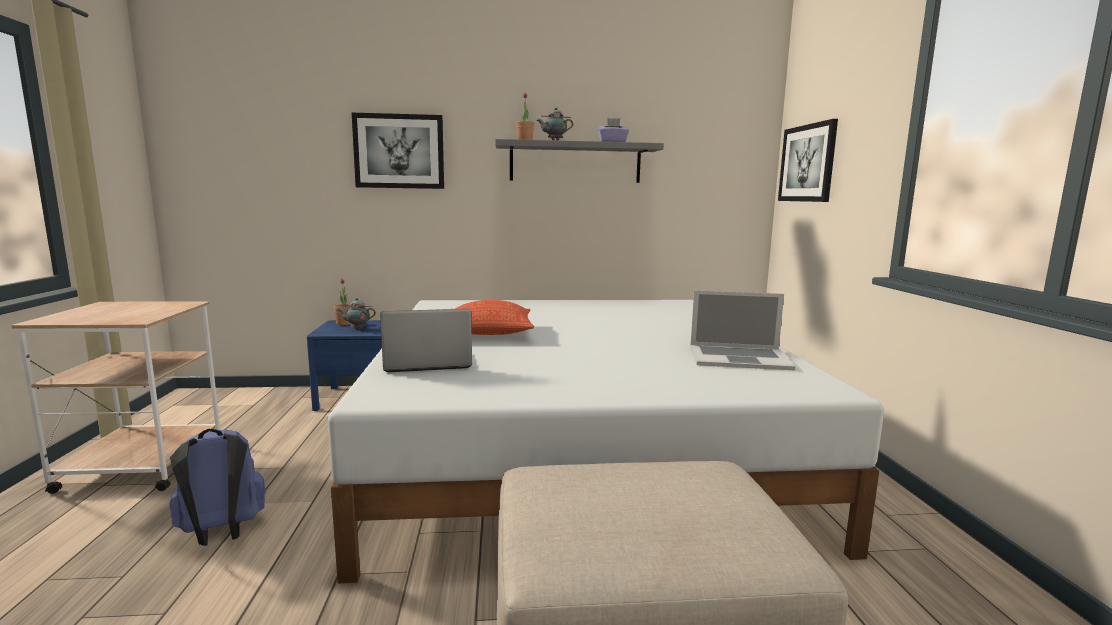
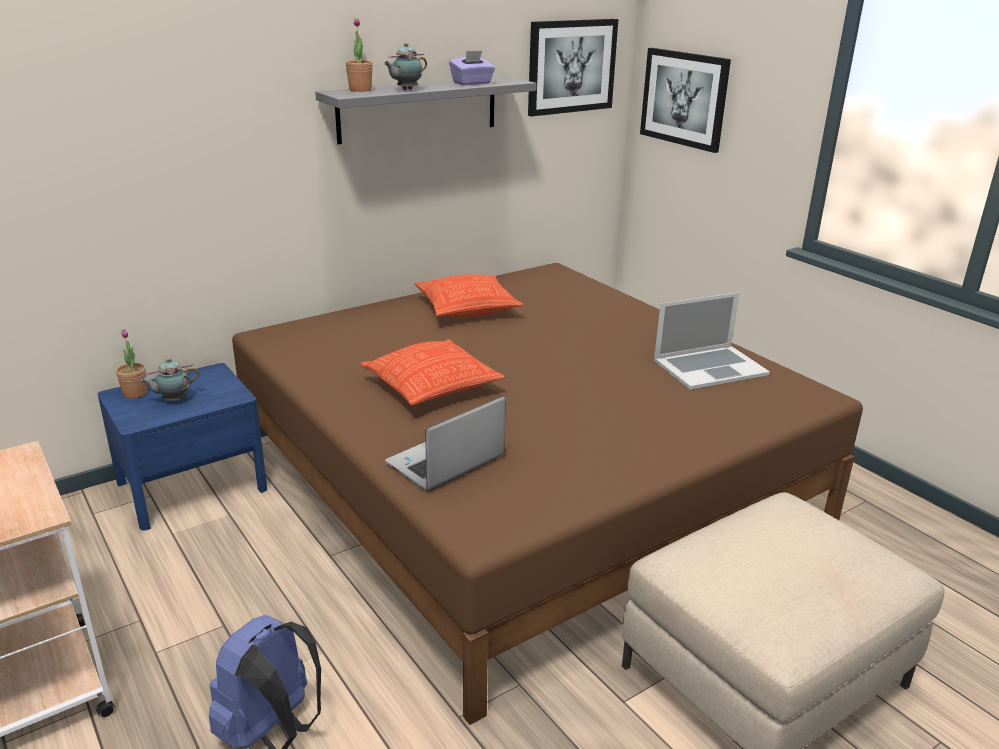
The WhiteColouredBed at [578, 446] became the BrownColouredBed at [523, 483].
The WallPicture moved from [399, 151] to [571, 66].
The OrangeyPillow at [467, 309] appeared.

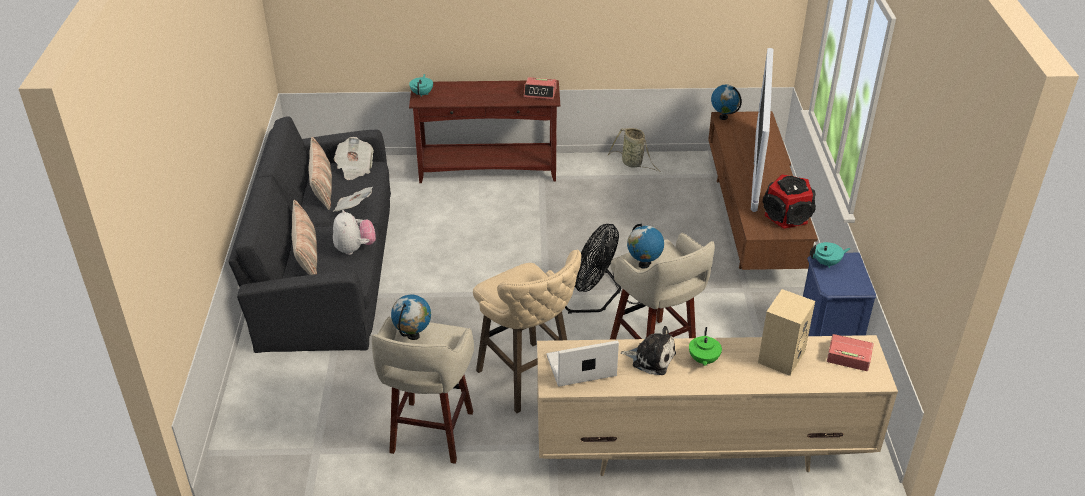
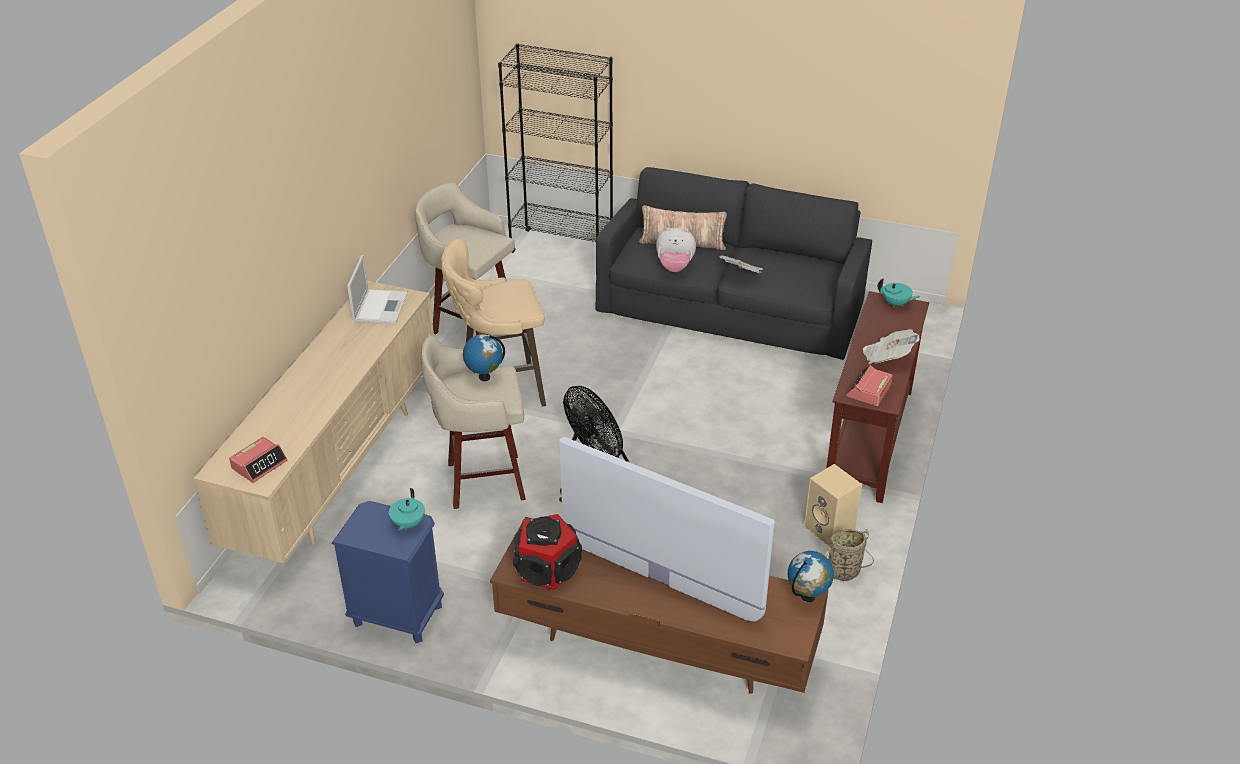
The Pillow at [322, 186] disappeared.
The DailyPaper moved from [354, 168] to [887, 357].
The DeskGlobe at [413, 336] disappeared.
The SoftToy at [651, 358] disappeared.
The GreenPotForTea at [703, 360] disappeared.
The SandColouredSpeaker moved from [780, 356] to [830, 530].
The BlackBookcase at [562, 248] appeared.

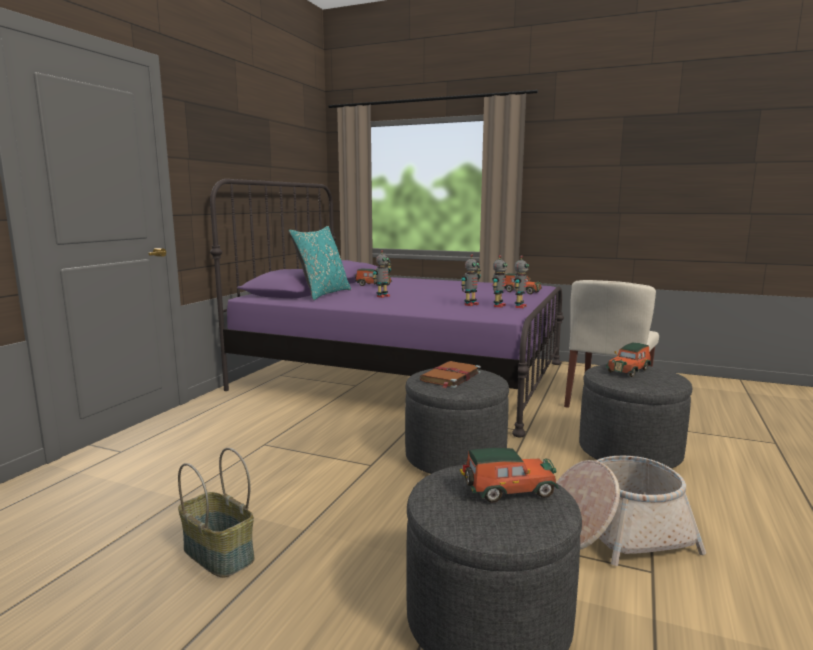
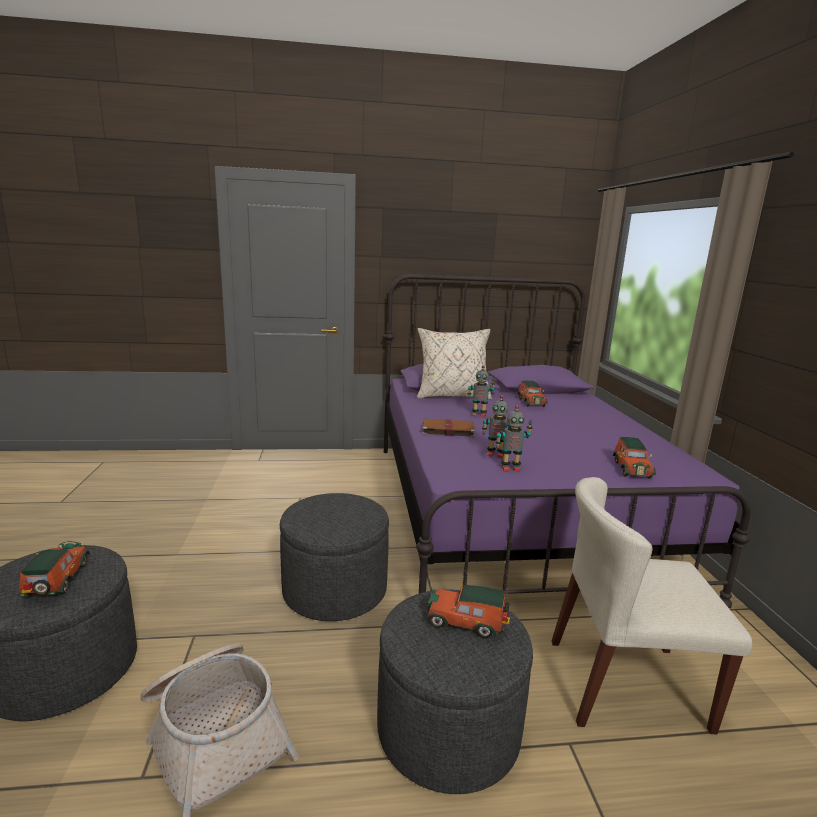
The HouseholdBasket at [217, 554] disappeared.
The TurquoisePillow at [322, 294] became the SandColouredPillow at [452, 396].
The BrownColouredVolume moved from [450, 377] to [447, 429].
The MiniatureCar at [507, 490] turned 150 degrees counterclockwise.
The ModelRobot at [519, 306] disappeared.

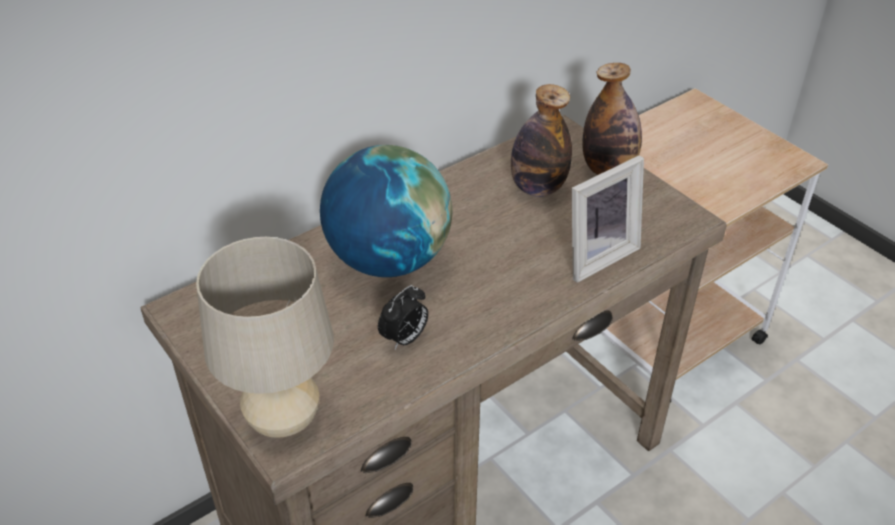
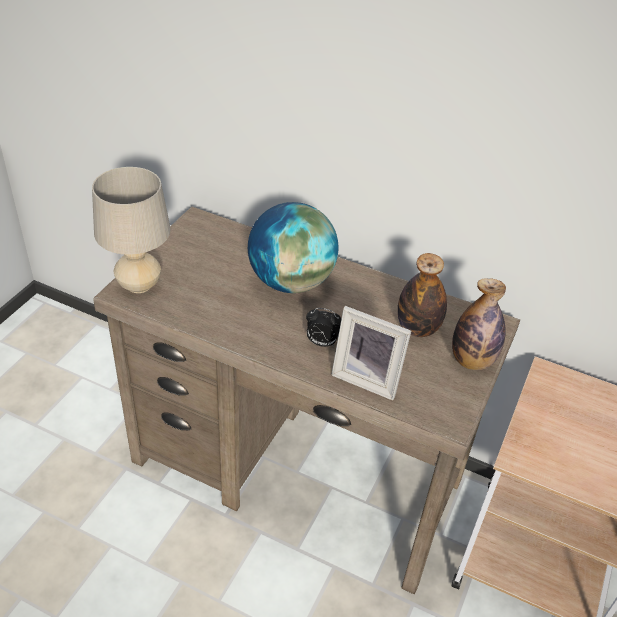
The BedsideClock moved from [404, 339] to [321, 343].

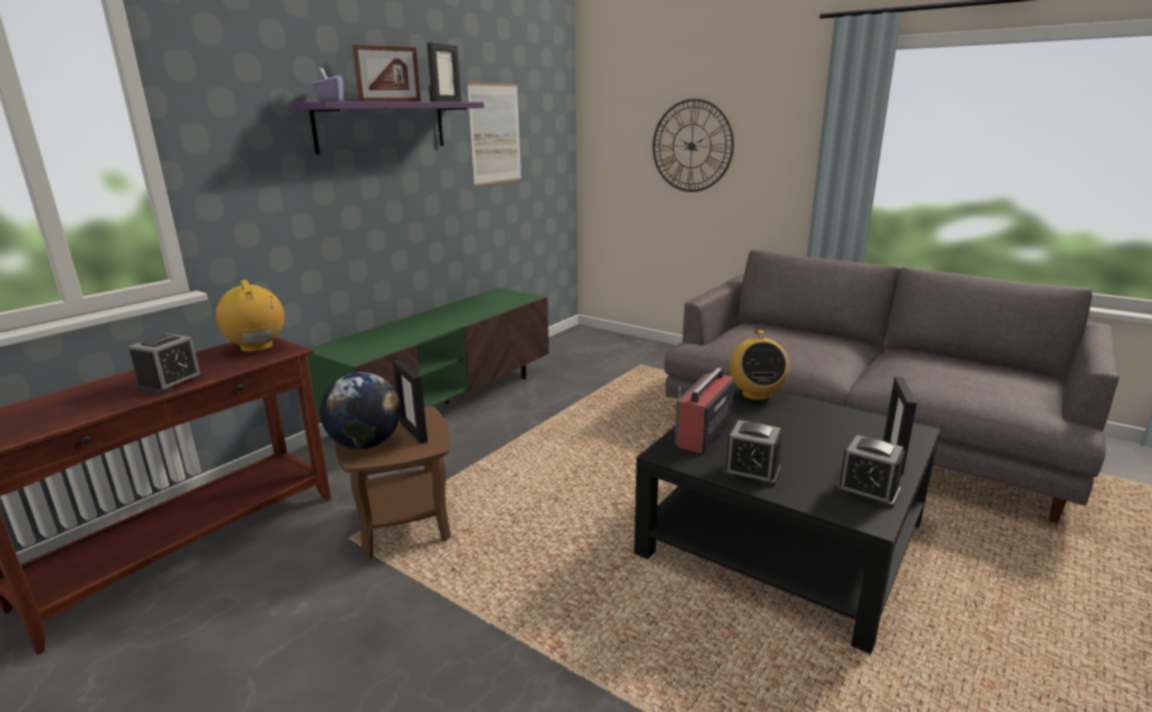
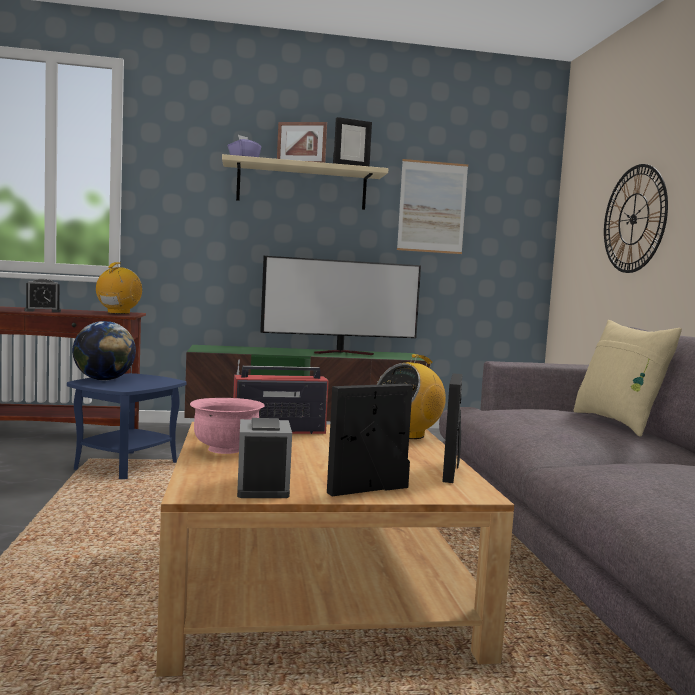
The PurpleBracketShelf at [382, 126] became the SandColouredBracketShelf at [302, 186].
The BrownColouredSideTable at [404, 523] became the BluishSideTable at [126, 465].
The PictureFrame moved from [414, 431] to [451, 471].
The BlackLoungeTable at [782, 538] became the SandColouredLoungeTable at [317, 590].
The BedsideClock at [751, 472] was replaced by the PinkishServingBowl at [226, 449].
The Television at [343, 353] appeared.
The SandColouredPillow at [617, 423] appeared.

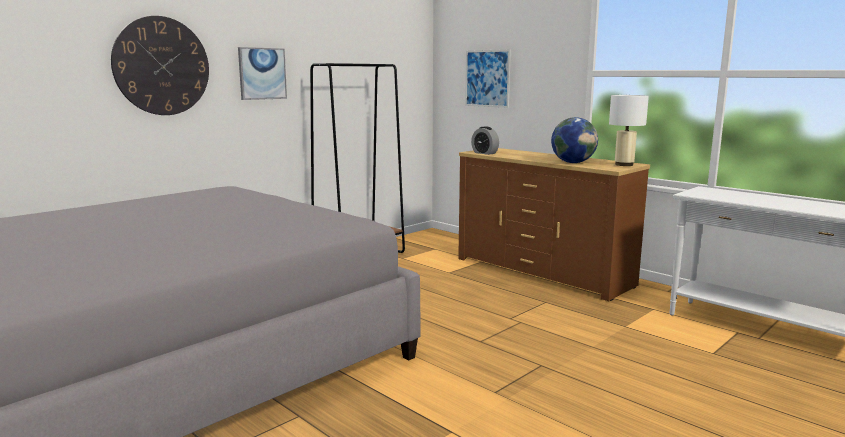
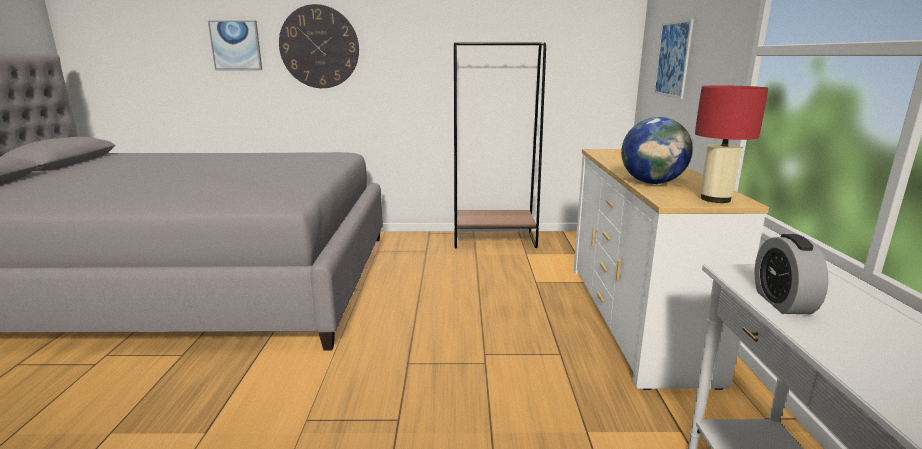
The WallPicture moved from [262, 73] to [236, 45].
The BrownColouredDresser at [542, 272] became the WhiteColouredDresser at [635, 318].
The BedsideClock moved from [484, 153] to [782, 302].
The WhiteColouredLampForATable at [624, 165] became the RedColouredLampForATable at [716, 199].

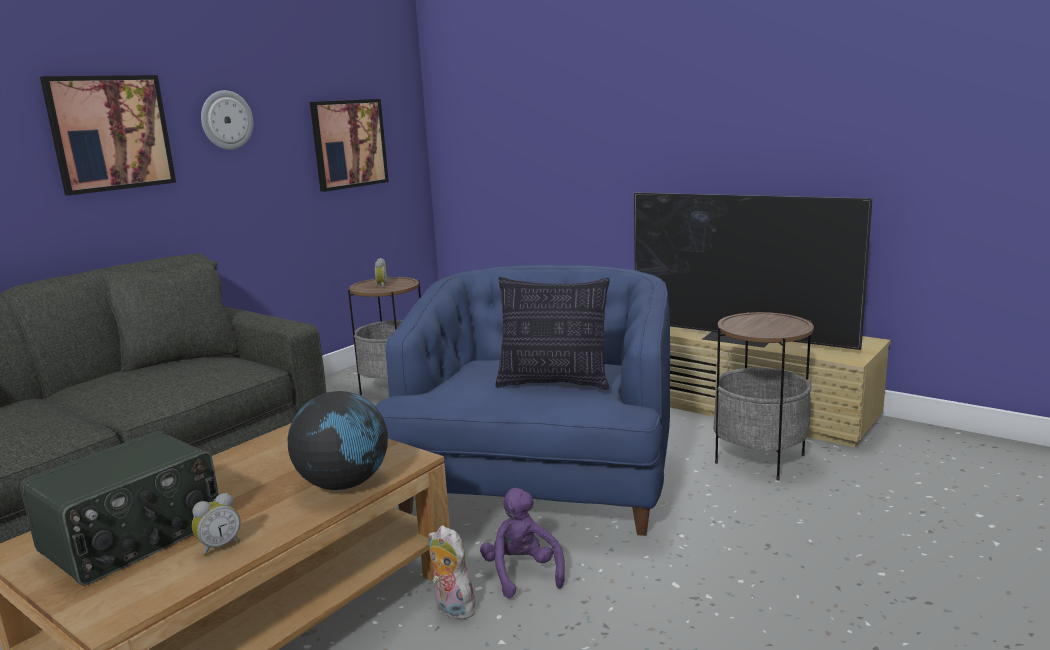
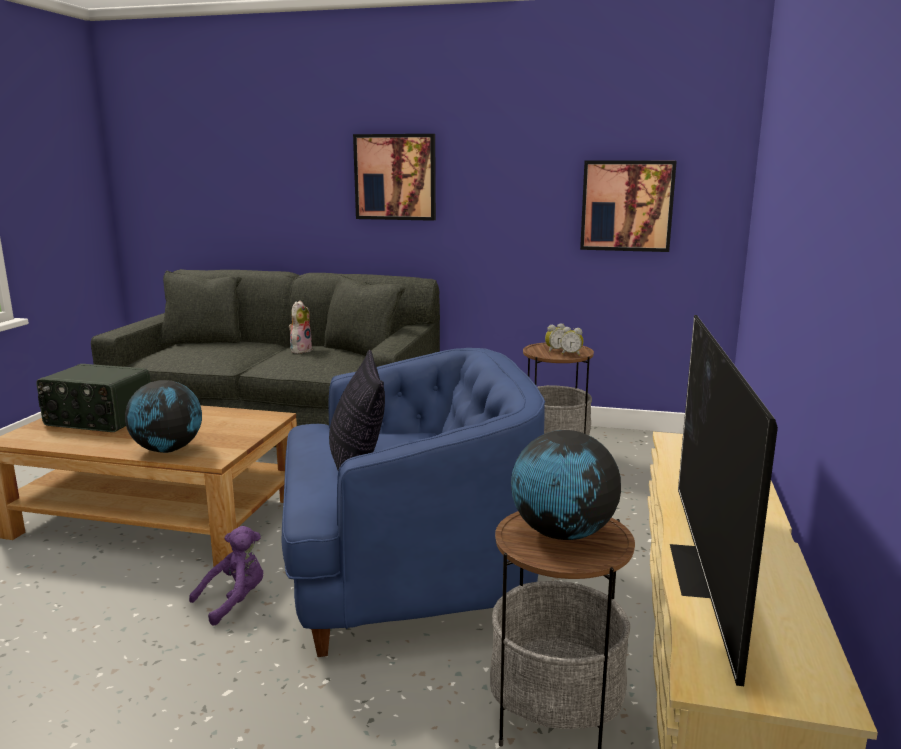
The BedsideClock moved from [219, 546] to [571, 354].
The ClockOnTheWall at [226, 120] disappeared.
The SoftToy moved from [451, 608] to [300, 350].
The DeskGlobe at [562, 534] appeared.

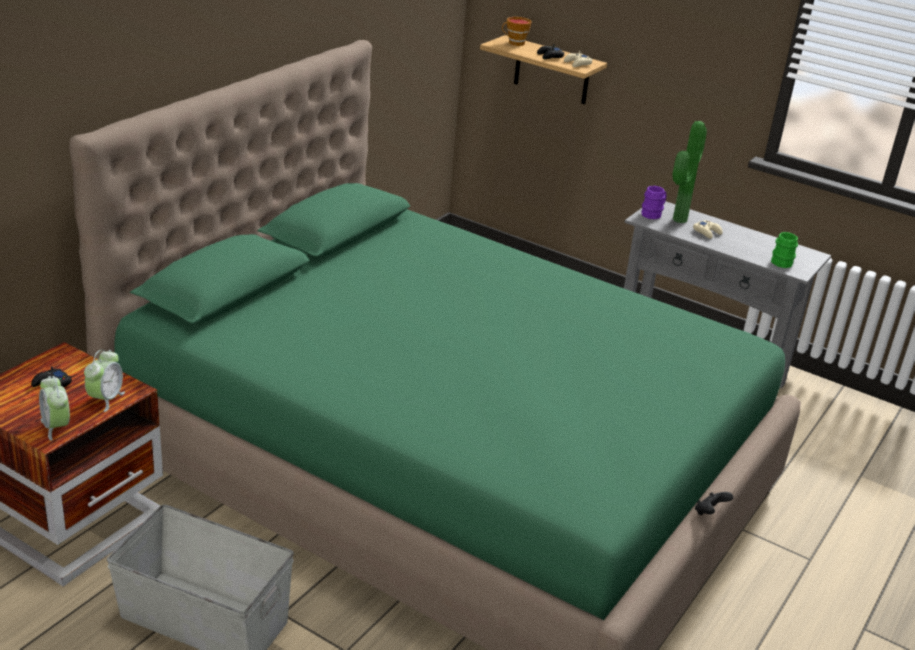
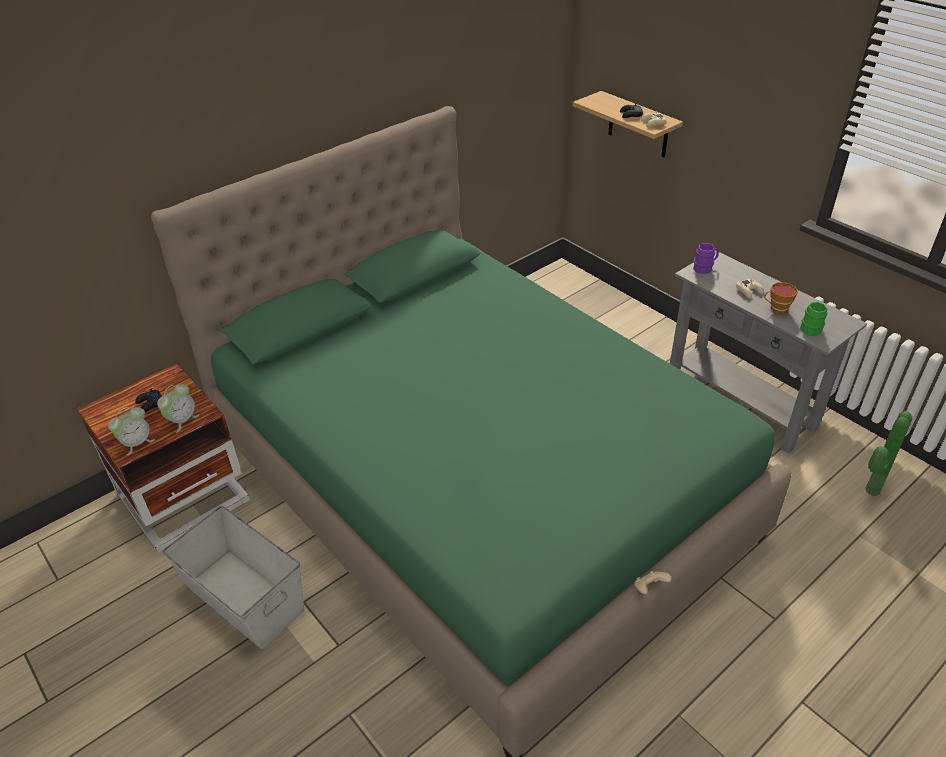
The BedsideClock at [56, 427] turned 120 degrees counterclockwise.
The SmallCup moved from [514, 43] to [776, 309].
The Houseplant moved from [677, 219] to [869, 489].
The BlackGameController at [709, 513] became the SandColouredGameController at [649, 588].

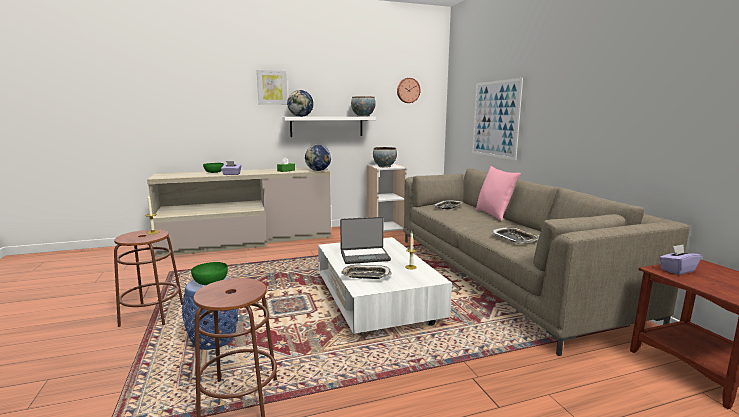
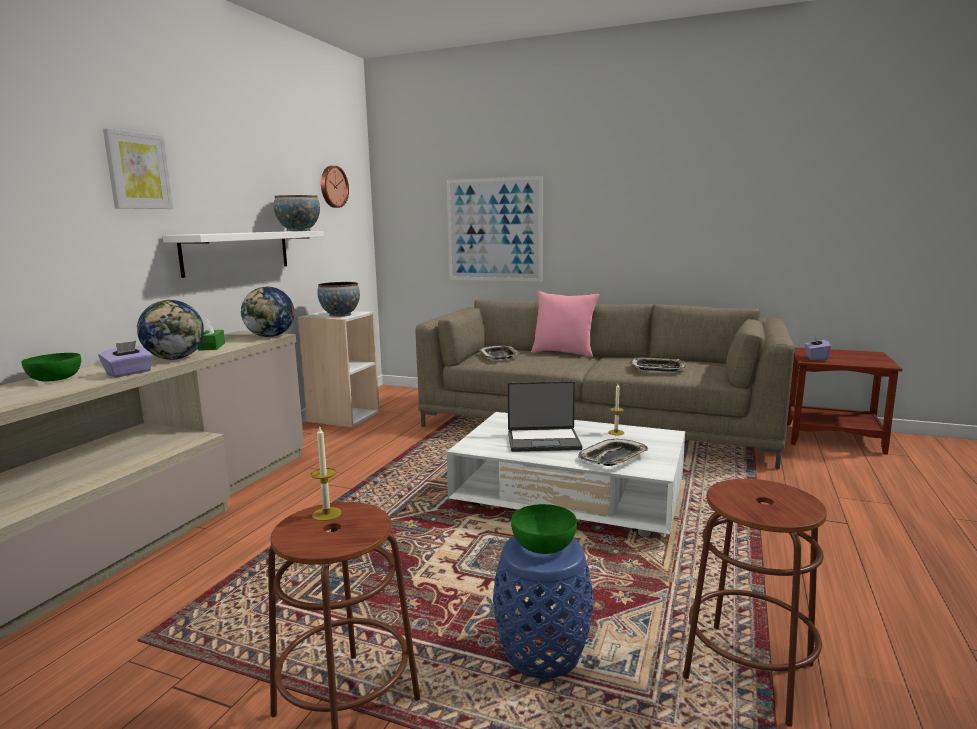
The DeskGlobe moved from [301, 116] to [175, 358].
The PortableComputer at [365, 256] turned 60 degrees clockwise.

